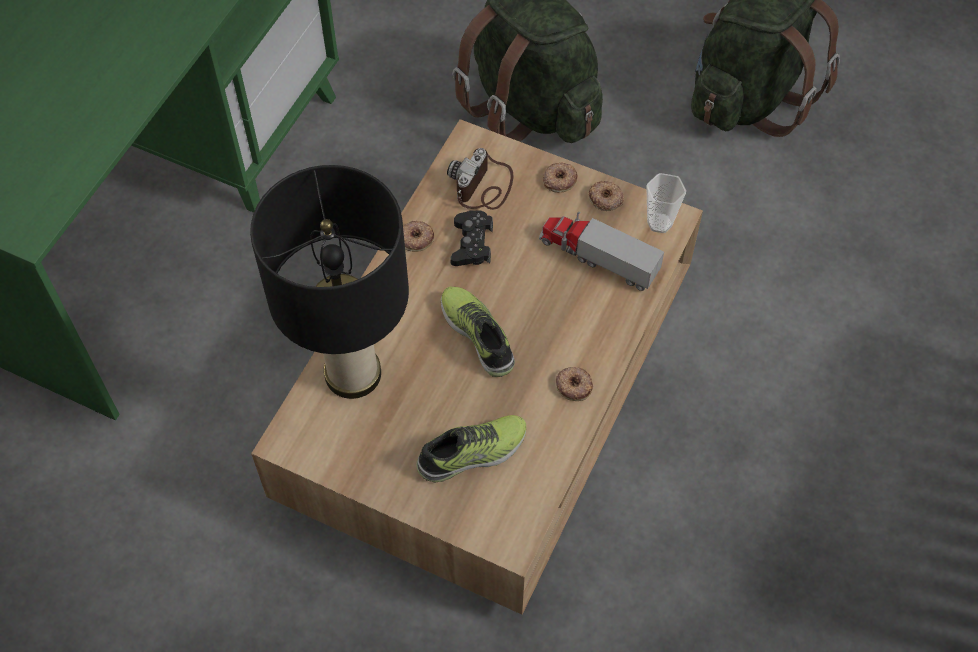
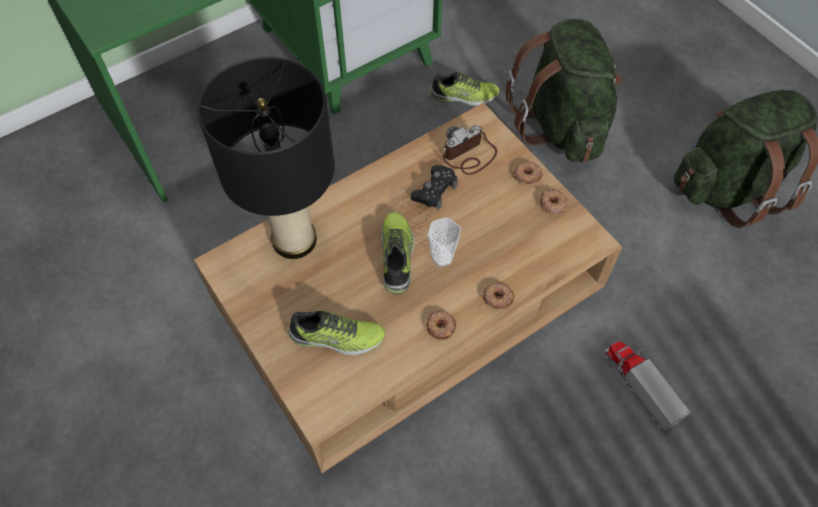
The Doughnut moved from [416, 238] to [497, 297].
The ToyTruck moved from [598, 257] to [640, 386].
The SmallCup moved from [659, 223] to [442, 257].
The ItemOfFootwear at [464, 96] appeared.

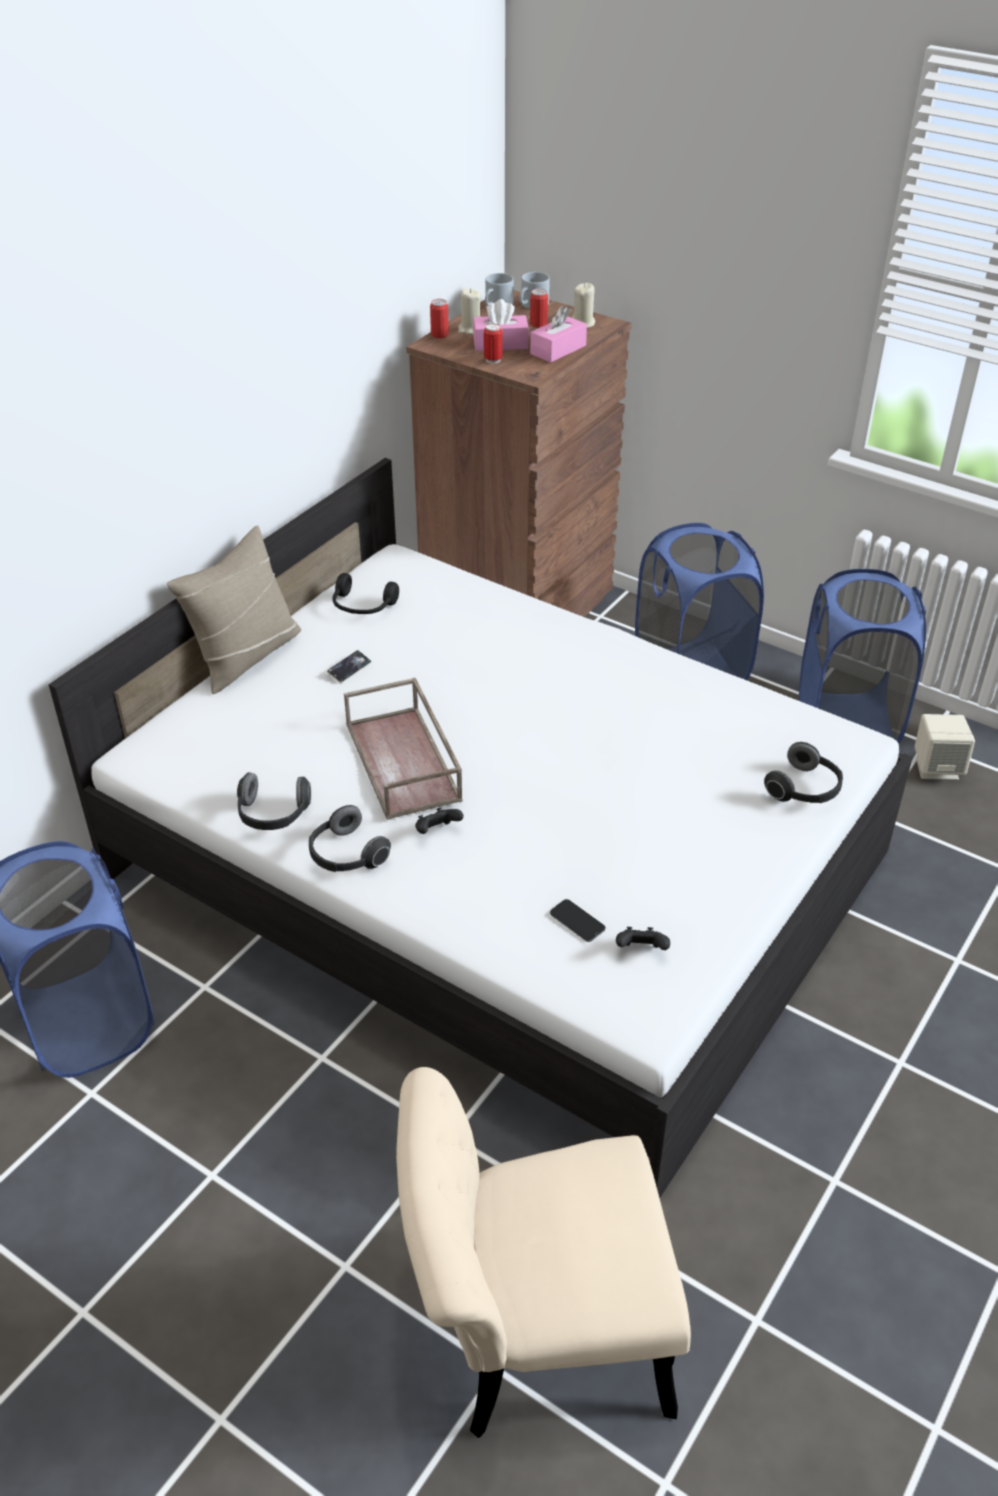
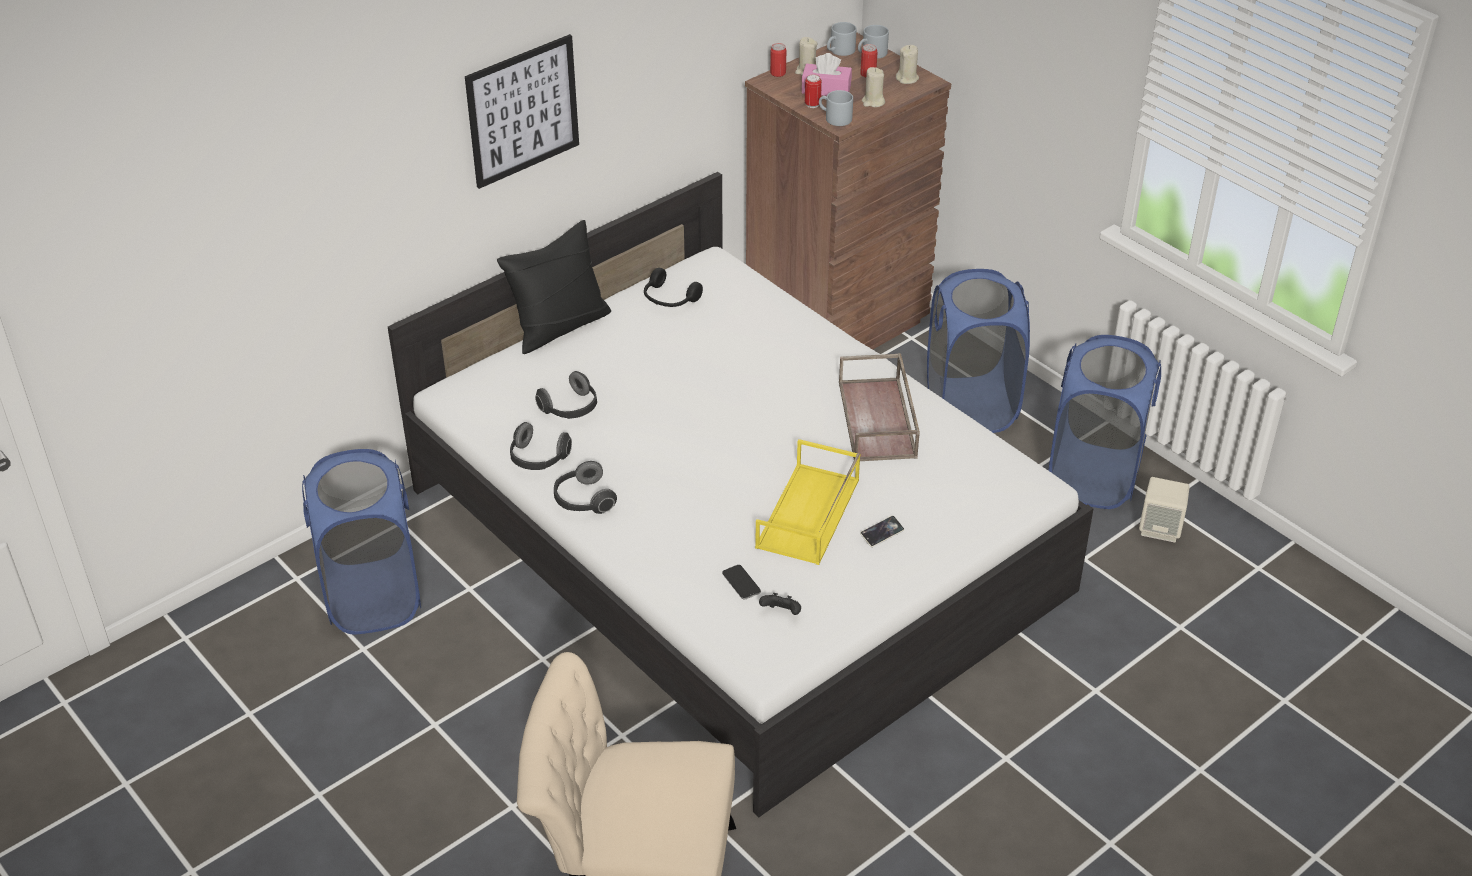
The SandColouredPillow at [246, 656] became the BlackPillow at [559, 326].
The Telephone moved from [349, 669] to [882, 533].
The BrownColouredCarryingTray moved from [405, 762] to [878, 420].
The BlackGameController at [437, 831] disappeared.
The PinkishTissueHolder at [558, 350] was replaced by the SandColouredCandle at [873, 102].
The Headphones moved from [805, 790] to [571, 409].
The WallPicture at [523, 111] appeared.
The YellowColouredCarryingTray at [809, 515] appeared.
The GrayTeaMug at [834, 118] appeared.

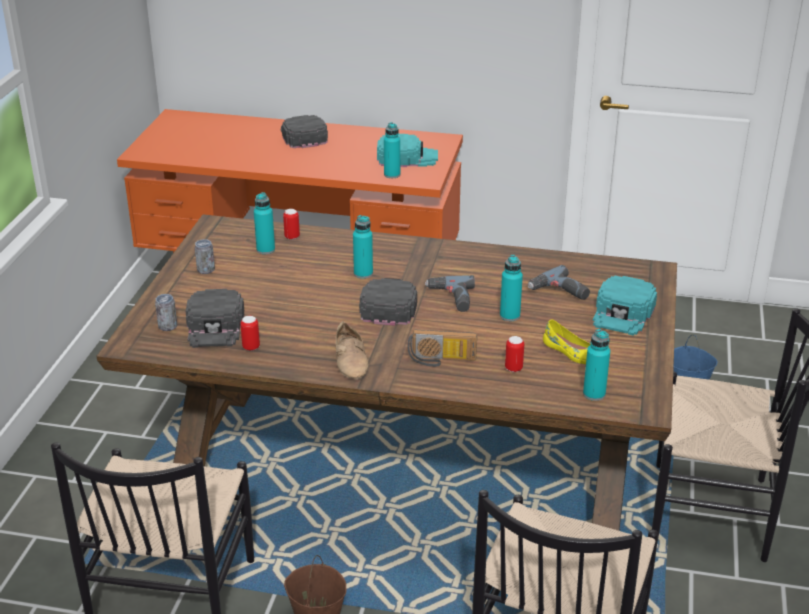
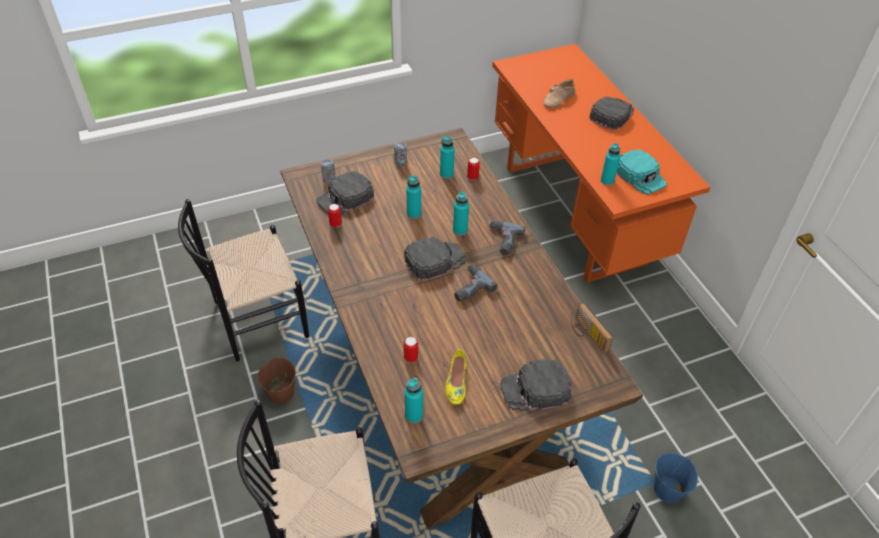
The SandColouredItemOfFootwear moved from [352, 360] to [559, 99].
The Radio moved from [441, 360] to [587, 335].
The TurquoiseDrinkBottle moved from [510, 316] to [414, 214].
The ElectricDrill moved from [559, 292] to [502, 240].
The TurquoiseCap at [623, 313] became the BlackCap at [535, 390].

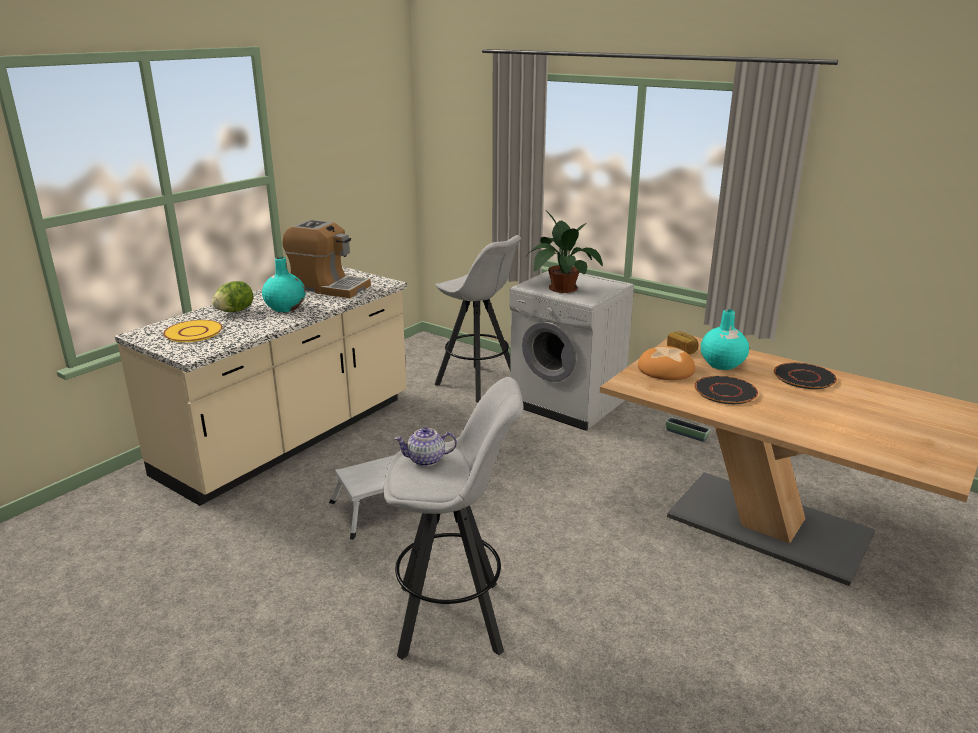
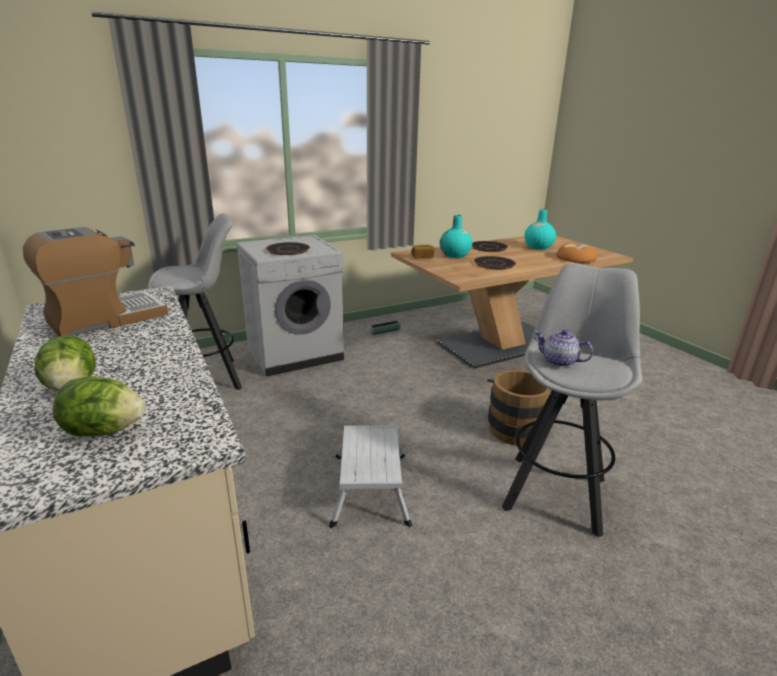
The YellowColouredFlatDish at [193, 332] was replaced by the Lettuce at [104, 431].
The TurquoiseDecorativeVase moved from [285, 307] to [538, 247].
The PotForTea at [426, 460] turned 105 degrees clockwise.
The Houseplant at [560, 288] was replaced by the BlackFlatDish at [288, 249].
The Bread moved from [665, 369] to [576, 258].
The BrownColouredBucket at [515, 427] appeared.

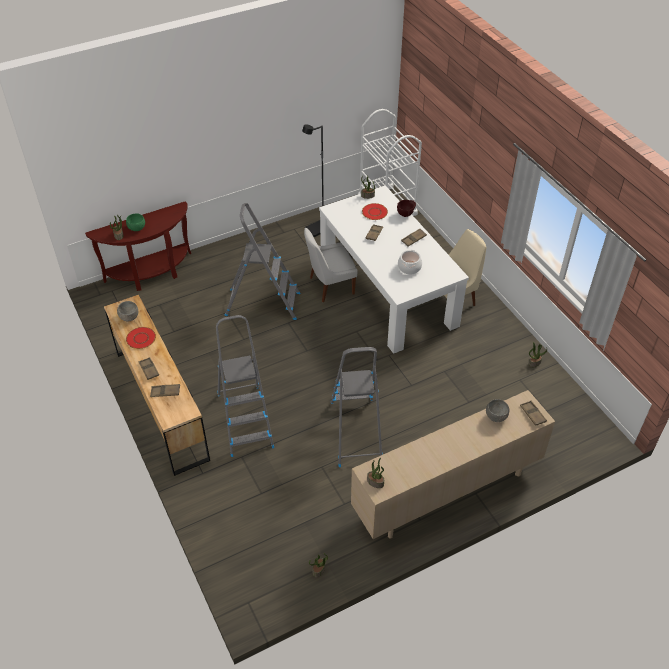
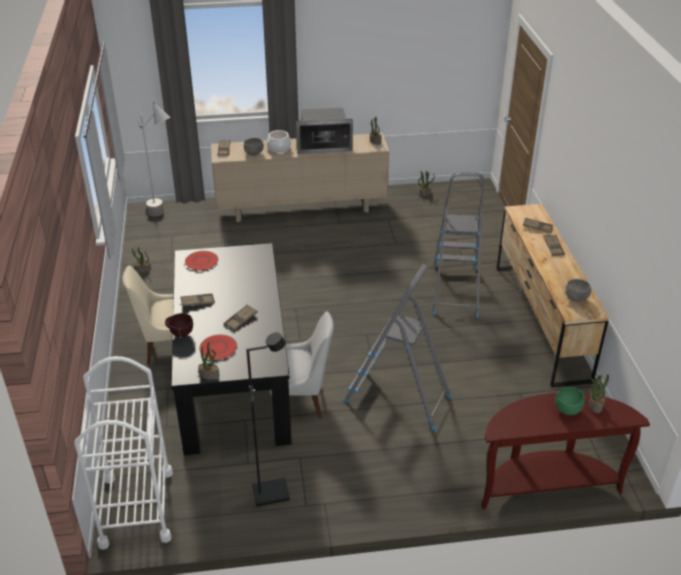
The RedColouredFlatDish moved from [141, 338] to [202, 261].
The WhiteColouredDiningTable at [387, 290] became the BlackDiningTable at [233, 375].
The GrayStepStool at [355, 430] disappeared.
The Stockpot moved from [409, 268] to [279, 148].
The GrayFloorLamp at [165, 216] appeared.
The MicrowaveOven at [324, 145] appeared.

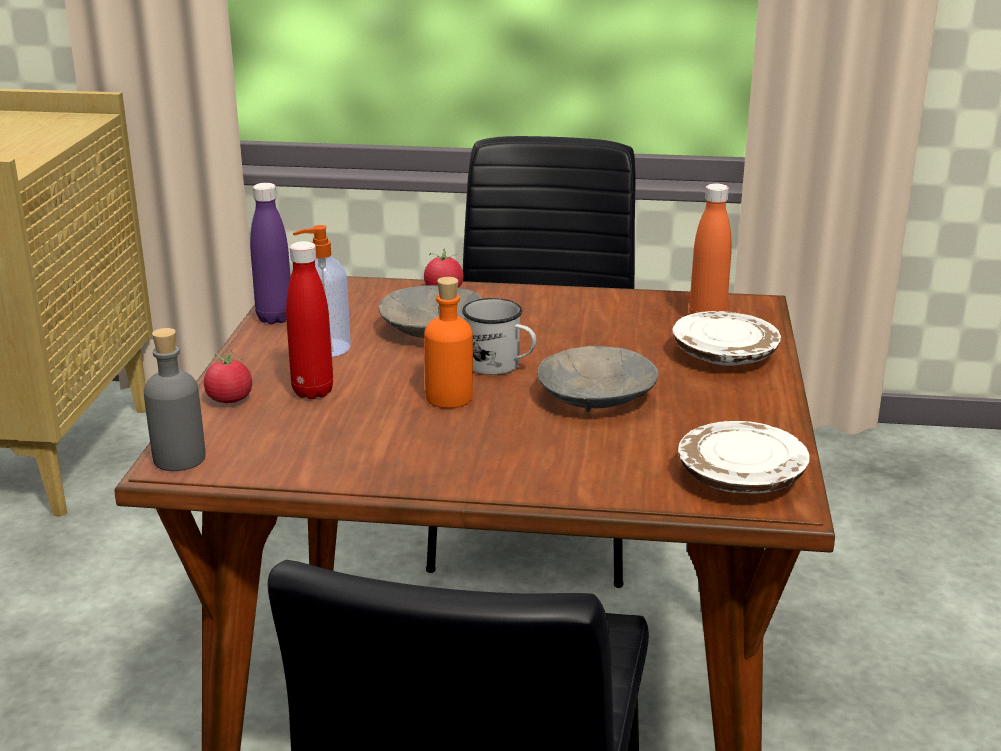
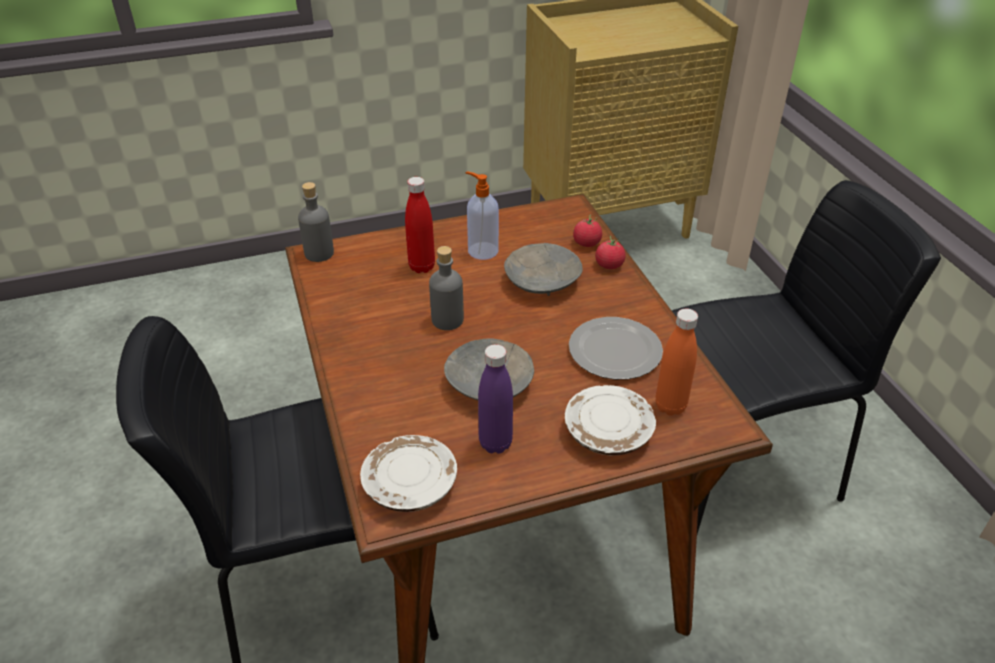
The WholeTomato moved from [229, 399] to [586, 243].
The PurpleDrinkBottle moved from [275, 318] to [495, 443].
The OrangeyDrinkBottle at [449, 397] became the GrayDrinkBottle at [447, 320].
The WhiteColouredTeaMug at [500, 366] disappeared.
The FlatDish at [614, 352] appeared.

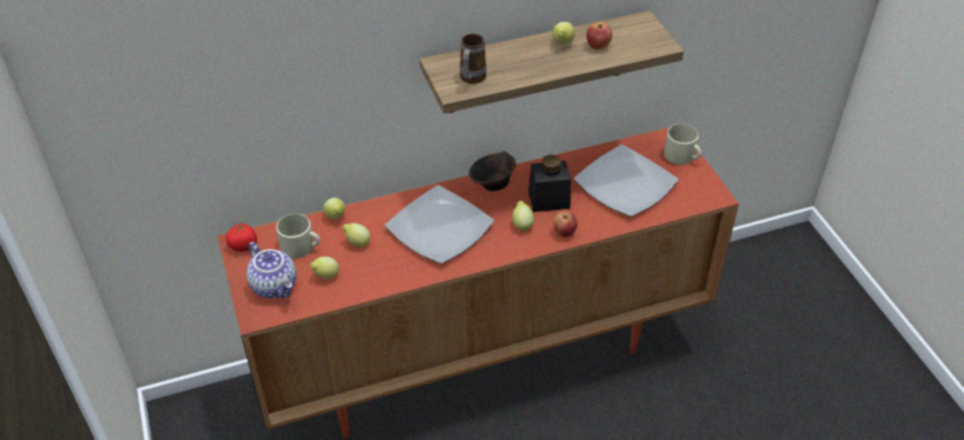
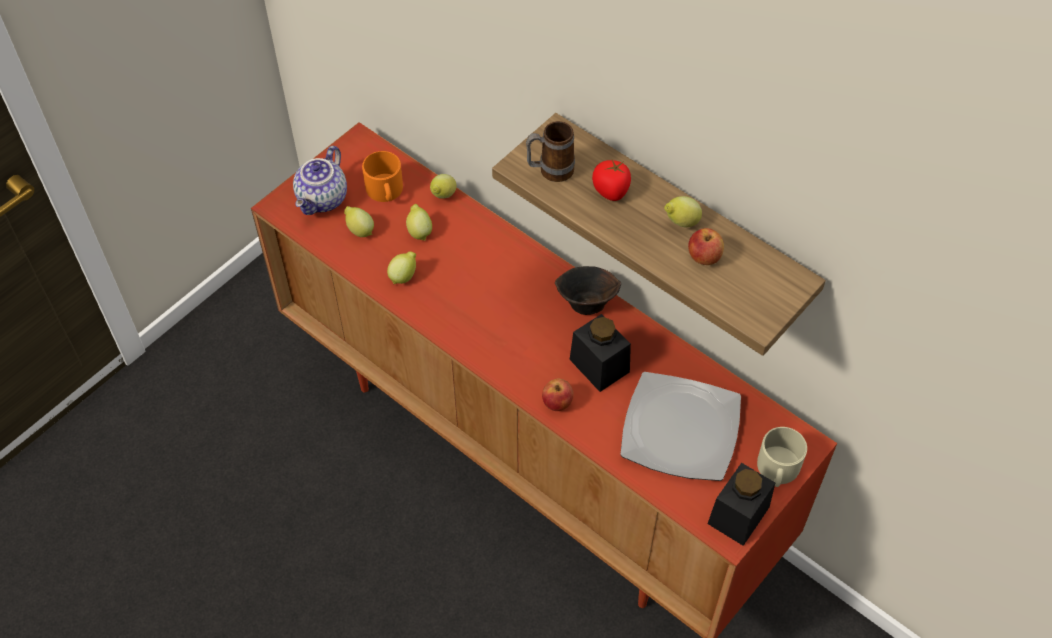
The WholeTomato moved from [244, 246] to [611, 191].
The SandColouredTeaMug at [301, 247] became the OrangeyTeaMug at [385, 191].
The FlatDish at [441, 228] disappeared.
The CitrusFruit moved from [522, 224] to [404, 276].
The BlackStorageJar at [738, 515] appeared.

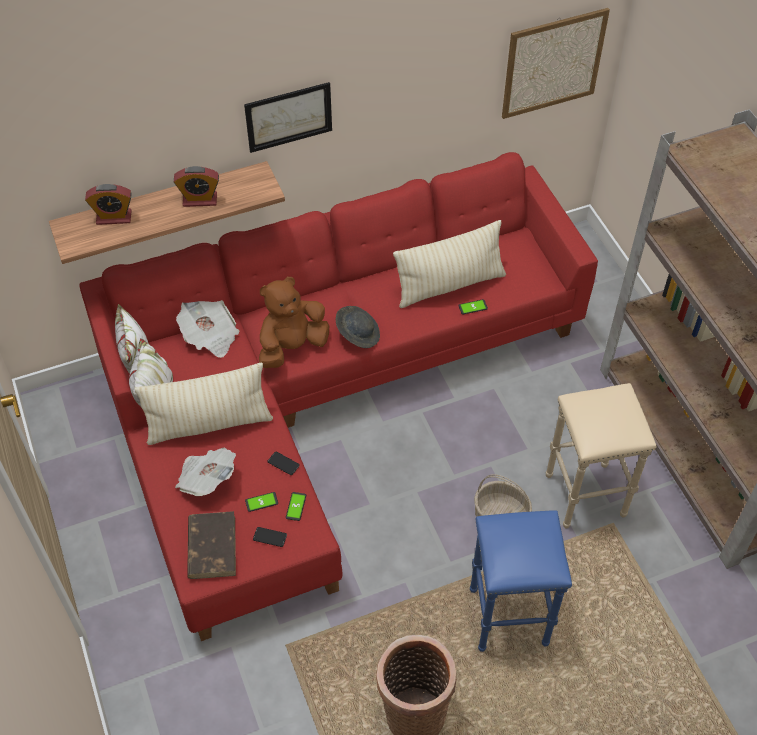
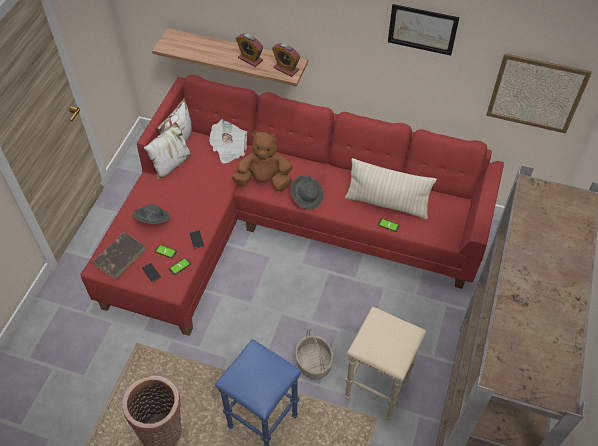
The BedsideClock moved from [114, 217] to [286, 69].
The SandColouredPillow at [209, 424] disappeared.
The DailyPaper at [207, 479] was replaced by the GrayWearableHat at [152, 220].
The WallPicture moved from [289, 117] to [422, 29].

